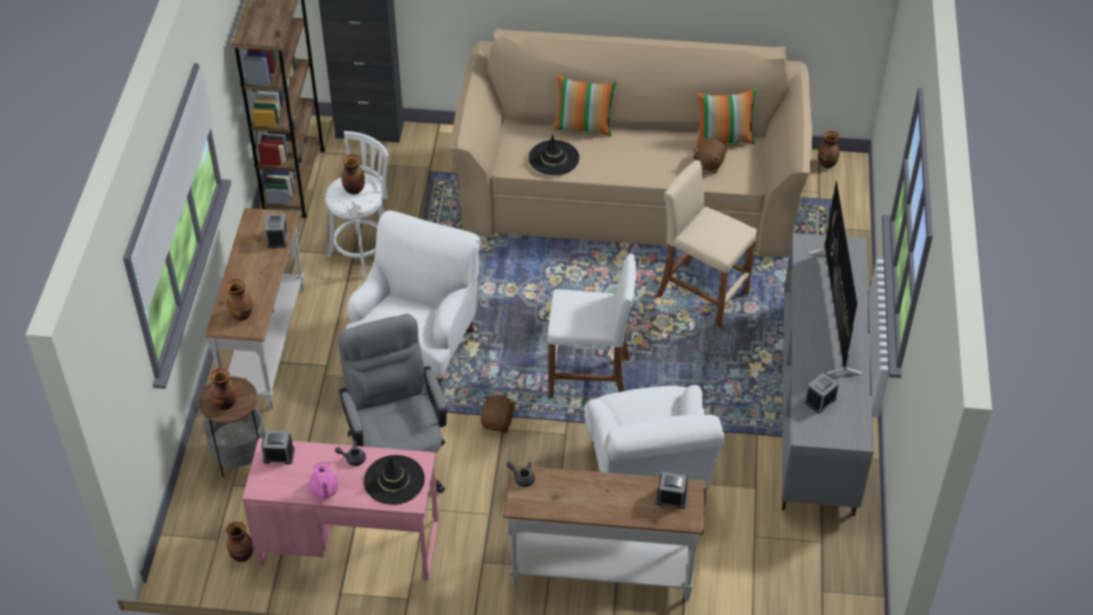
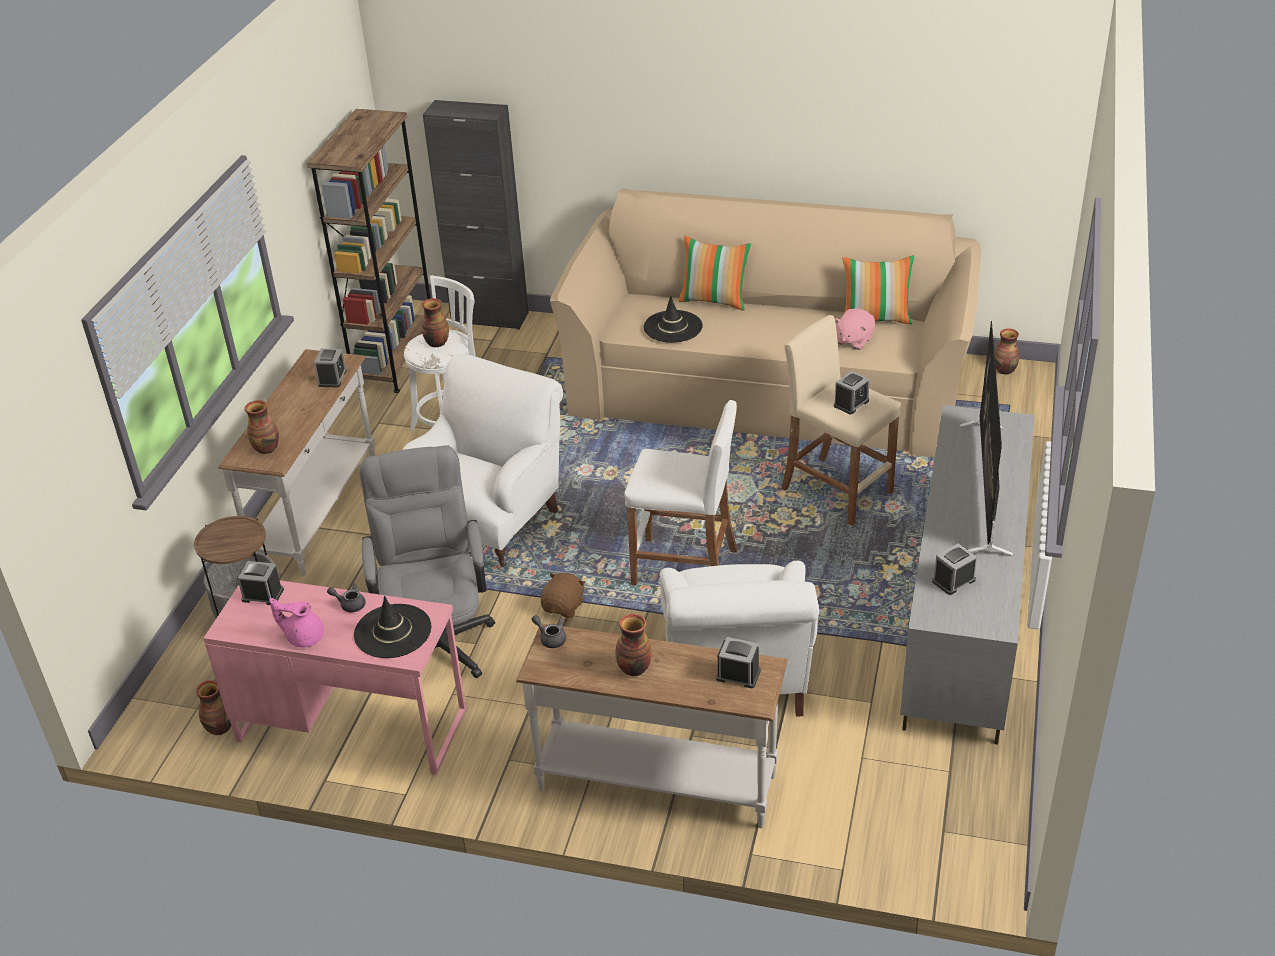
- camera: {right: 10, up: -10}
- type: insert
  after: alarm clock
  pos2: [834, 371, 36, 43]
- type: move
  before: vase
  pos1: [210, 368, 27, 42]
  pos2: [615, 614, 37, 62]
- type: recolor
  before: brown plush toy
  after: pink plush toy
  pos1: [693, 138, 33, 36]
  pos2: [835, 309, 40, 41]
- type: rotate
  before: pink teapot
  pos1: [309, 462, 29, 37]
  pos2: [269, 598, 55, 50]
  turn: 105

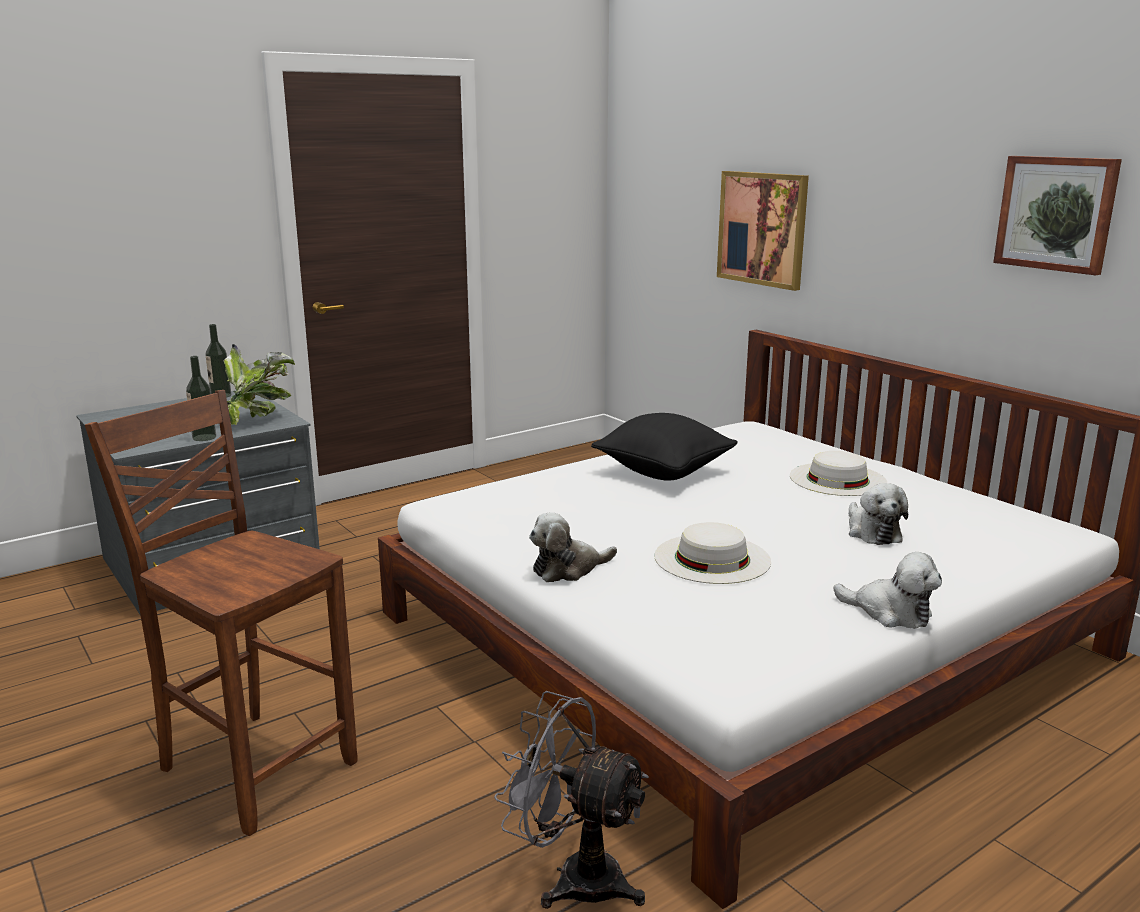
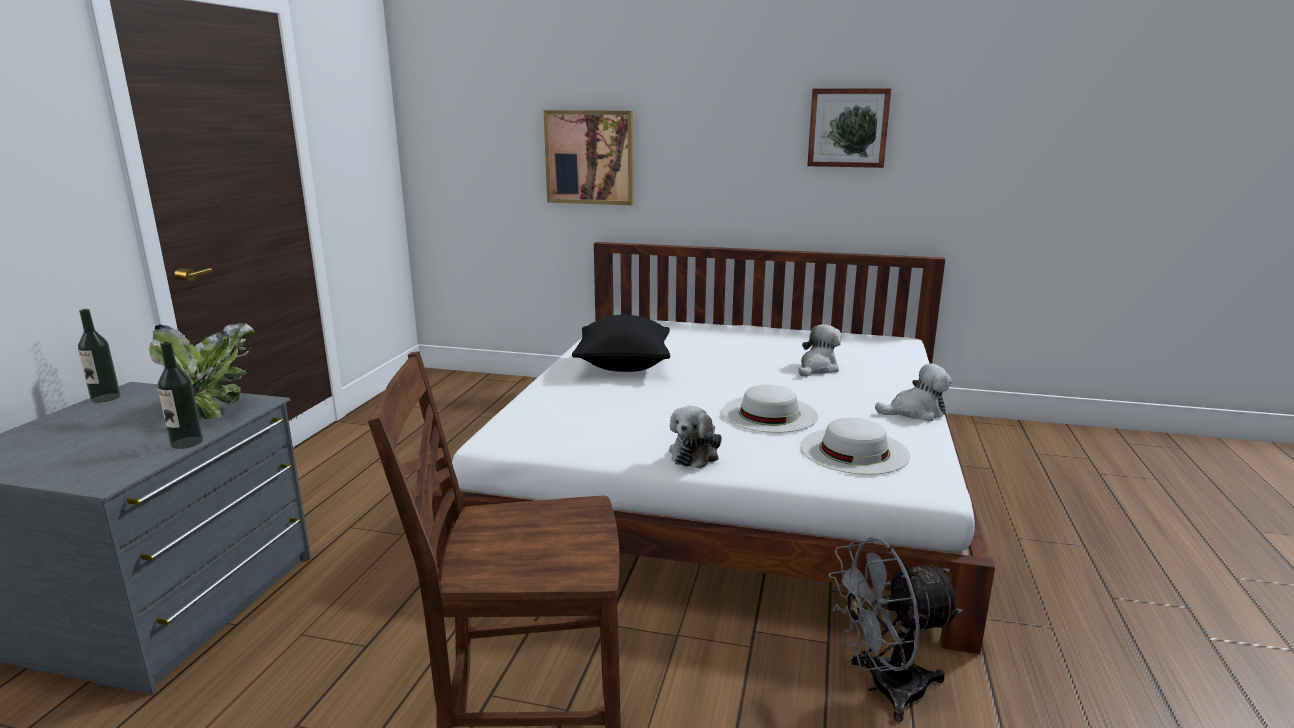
- camera: {right: -40, up: 0}
- type: move
  before: white hat
  pos1: [790, 451, 97, 45]
  pos2: [801, 418, 109, 57]
- type: rotate
  before: plush toy
  pos1: [849, 483, 59, 62]
  pos2: [799, 324, 43, 53]
  turn: -90

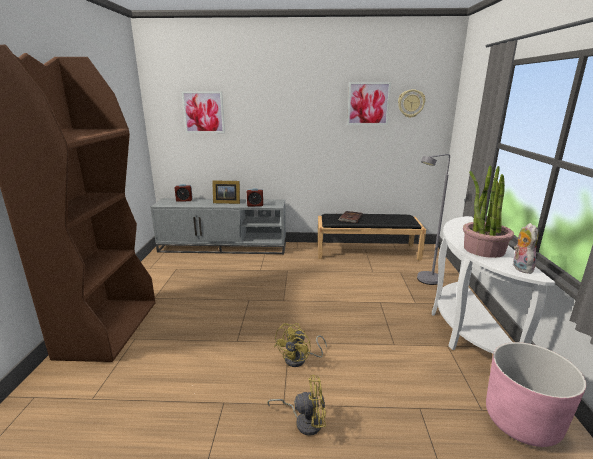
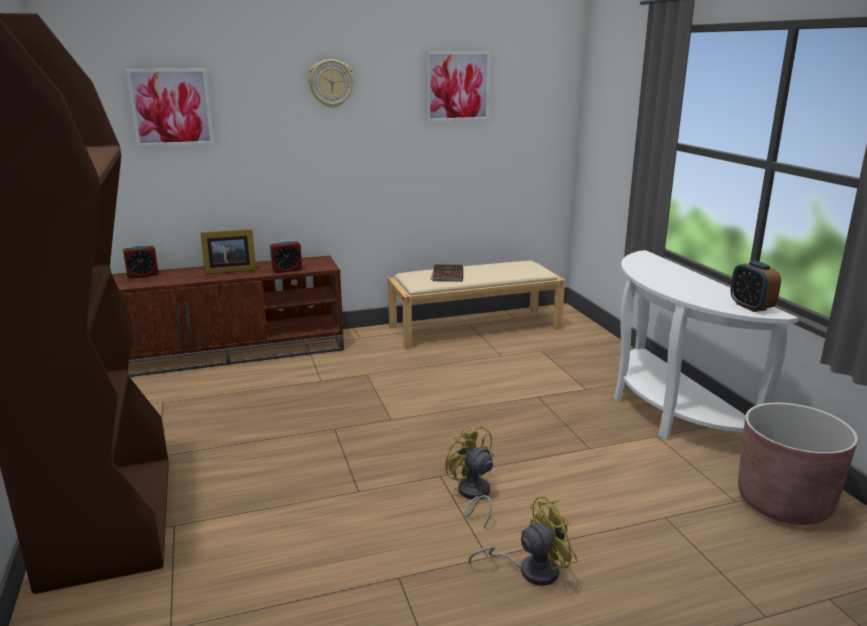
- camera: {right: -20, up: 0}
- type: delete
  before: grey floor lamp
  pos1: [417, 154, 33, 131]
- type: delete
  before: potted plant
  pos1: [463, 165, 51, 93]
- type: move
  before: wall clock
  pos1: [398, 89, 27, 29]
  pos2: [308, 59, 46, 49]
- type: replace
  before: plush toy
  after: alarm clock
  pos1: [513, 223, 25, 51]
  pos2: [731, 261, 50, 51]
- type: recolor
  before: grey tv stand
  after: brown tv stand
  pos1: [150, 198, 136, 56]
  pos2: [112, 255, 232, 122]
- type: recolor
  before: black bench
  after: beige bench
  pos1: [317, 214, 109, 46]
  pos2: [388, 261, 177, 88]
- type: recolor
  before: pink planter
  after: brown planter
  pos1: [486, 342, 100, 105]
  pos2: [738, 403, 120, 122]
- type: rotate
  before: yellow fan
  pos1: [274, 323, 53, 44]
  pos2: [445, 424, 49, 104]
  turn: 135

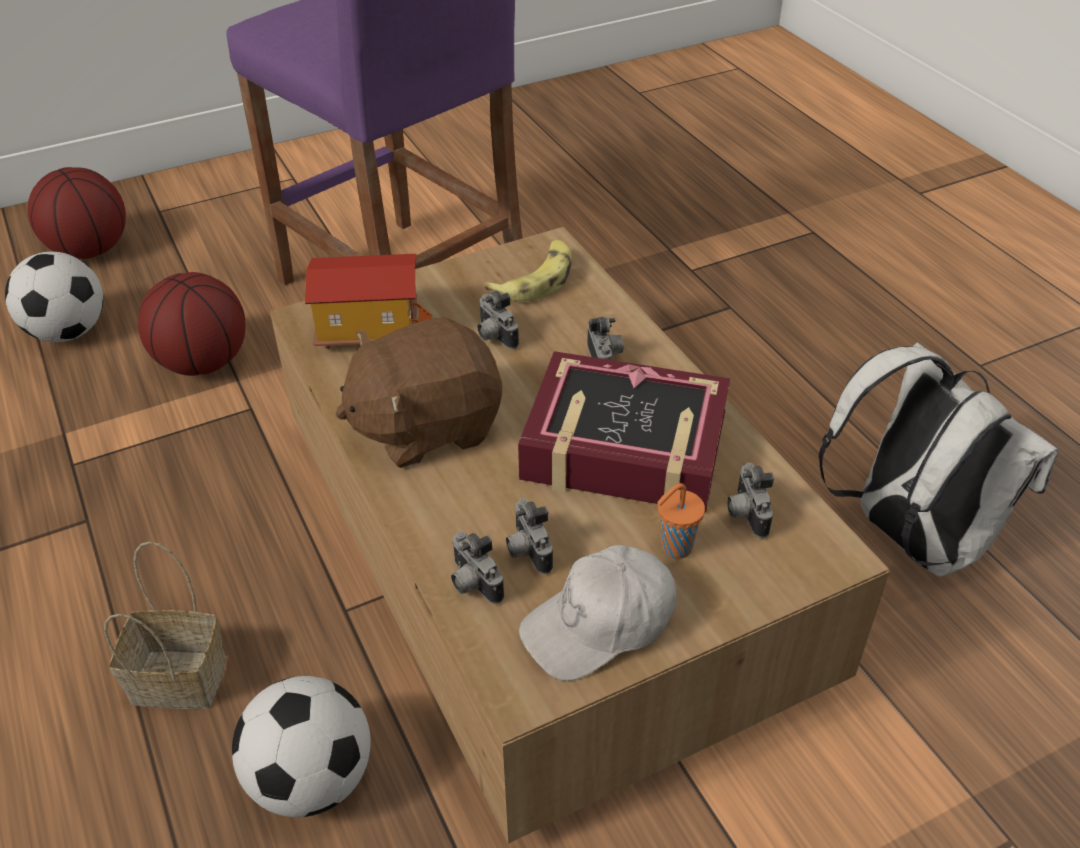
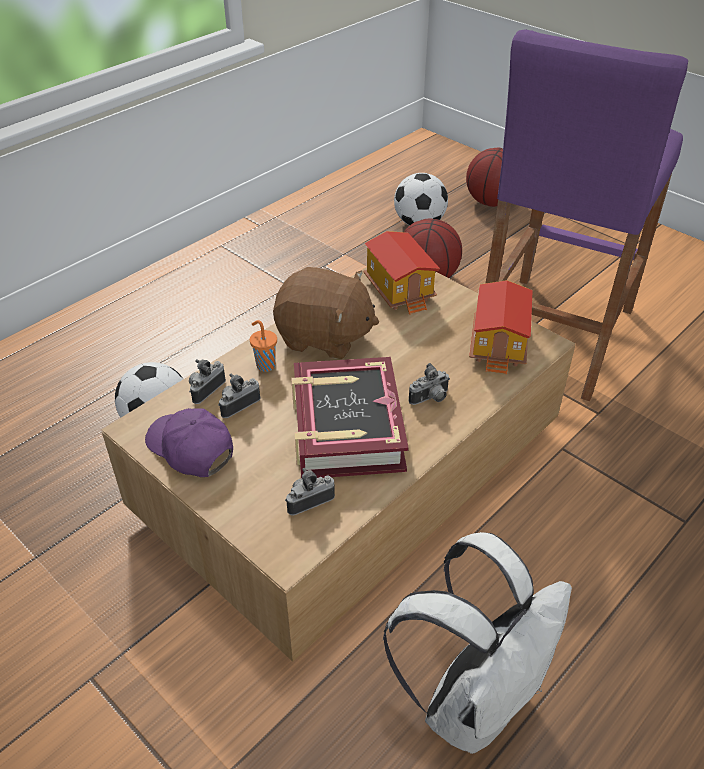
- camera: {right: 70, up: 0}
- type: delete
  before: basket
  pos1: [104, 541, 122, 168]
- type: delete
  before: photo camera
  pos1: [478, 290, 41, 59]
- type: move
  before: orange cup
  pos1: [657, 483, 48, 76]
  pos2: [250, 320, 27, 52]
- type: replace
  before: banana
  after: toy house
  pos1: [485, 240, 87, 61]
  pos2: [469, 280, 64, 95]
- type: recolor
  before: white cap
  after: purple cap
  pos1: [519, 545, 157, 136]
  pos2: [145, 408, 88, 69]
- type: rotate
  before: brown plush toy
  pos1: [335, 317, 167, 151]
  pos2: [273, 267, 106, 92]
  turn: 150

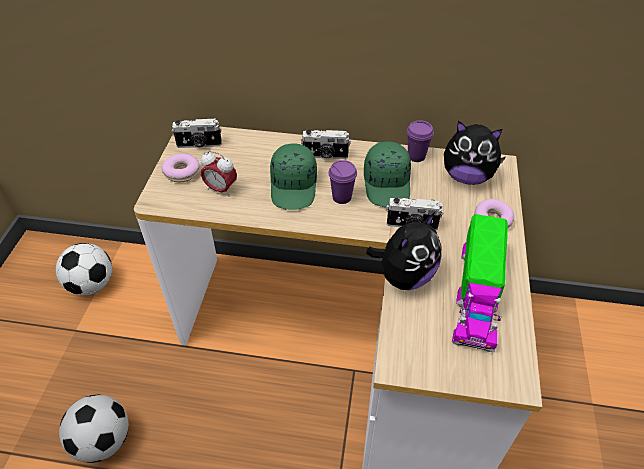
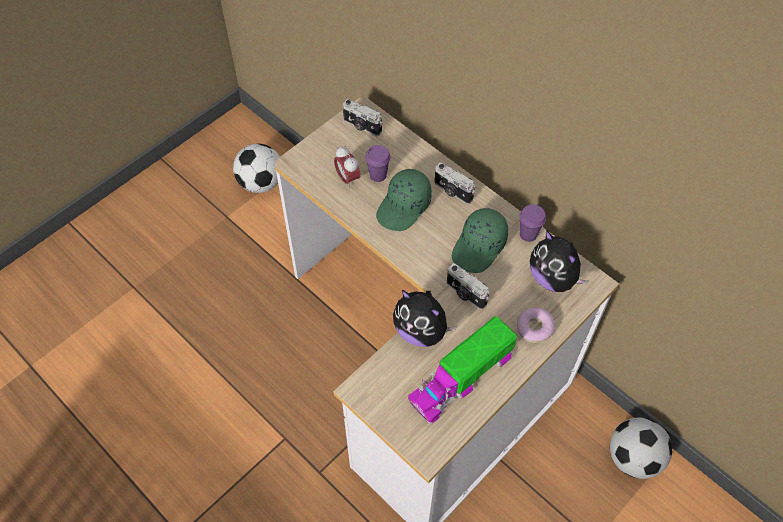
- camera: {right: 35, up: 10}
- type: delete
  before: donut
  pos1: [162, 153, 38, 29]
- type: move
  before: football
  pos1: [59, 395, 70, 68]
  pos2: [610, 417, 62, 62]
- type: move
  before: purple cup
  pos1: [328, 160, 29, 44]
  pos2: [365, 145, 26, 37]
- type: rotate
  before: plush toy
  pos1: [366, 212, 75, 78]
  pos2: [393, 290, 64, 57]
  turn: 45

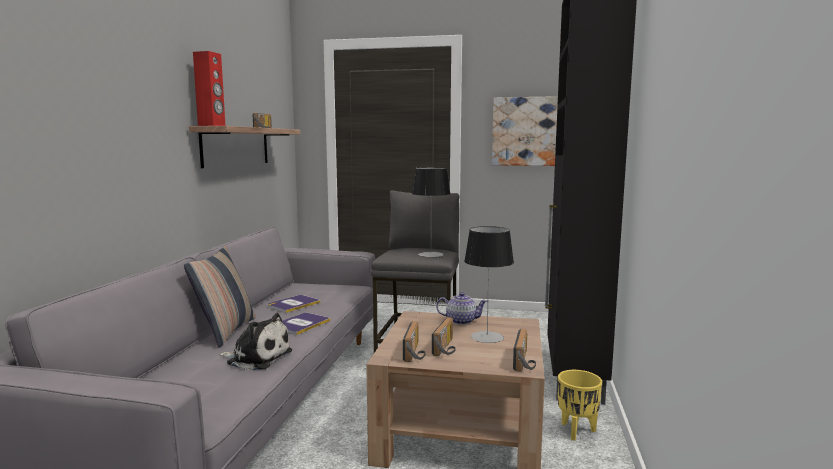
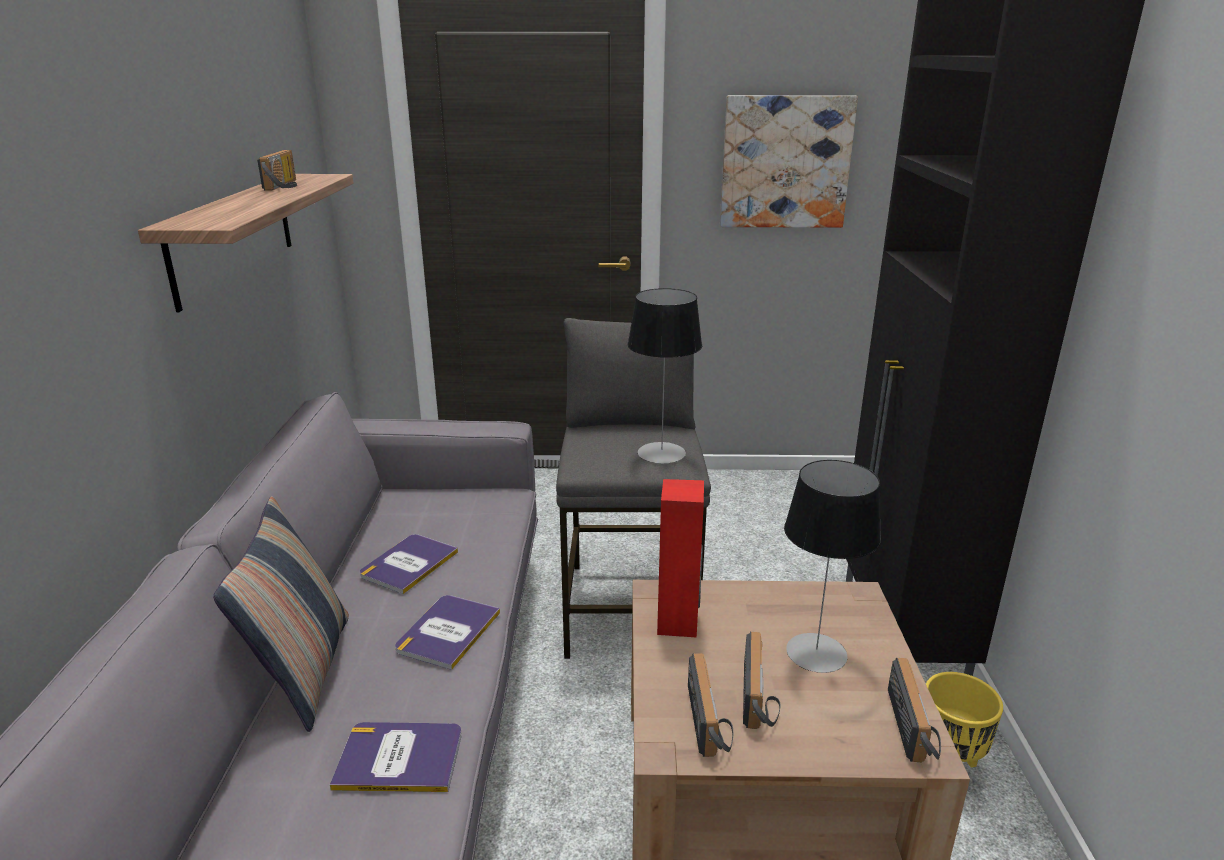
- camera: {right: -10, up: 15}
- type: delete
  before: teapot
  pos1: [436, 292, 52, 33]
- type: move
  before: red speaker
  pos1: [193, 51, 32, 75]
  pos2: [657, 479, 47, 158]
- type: replace
  before: plush toy
  after: book
  pos1: [218, 313, 74, 57]
  pos2: [330, 722, 132, 70]

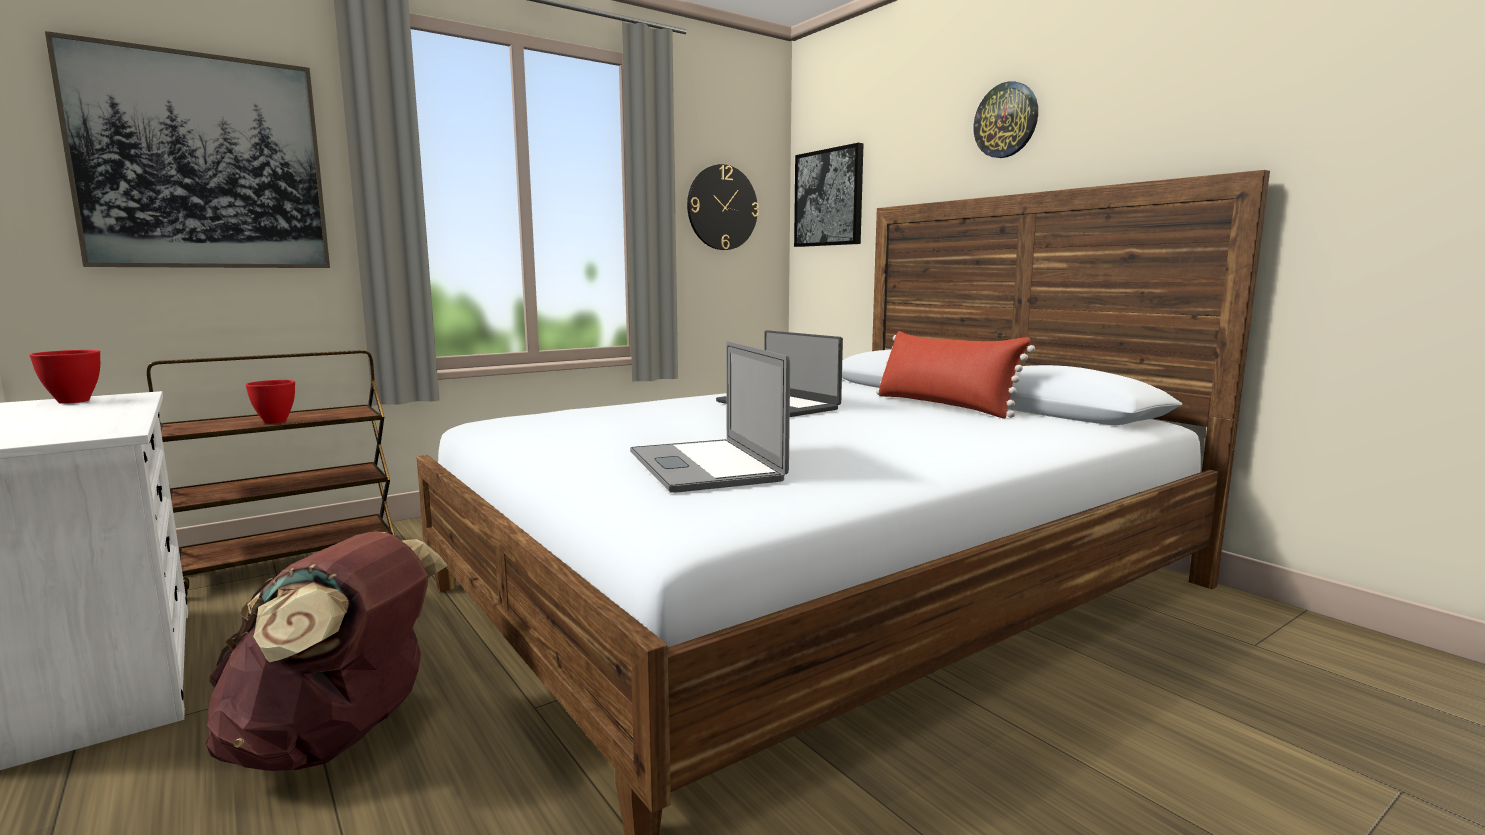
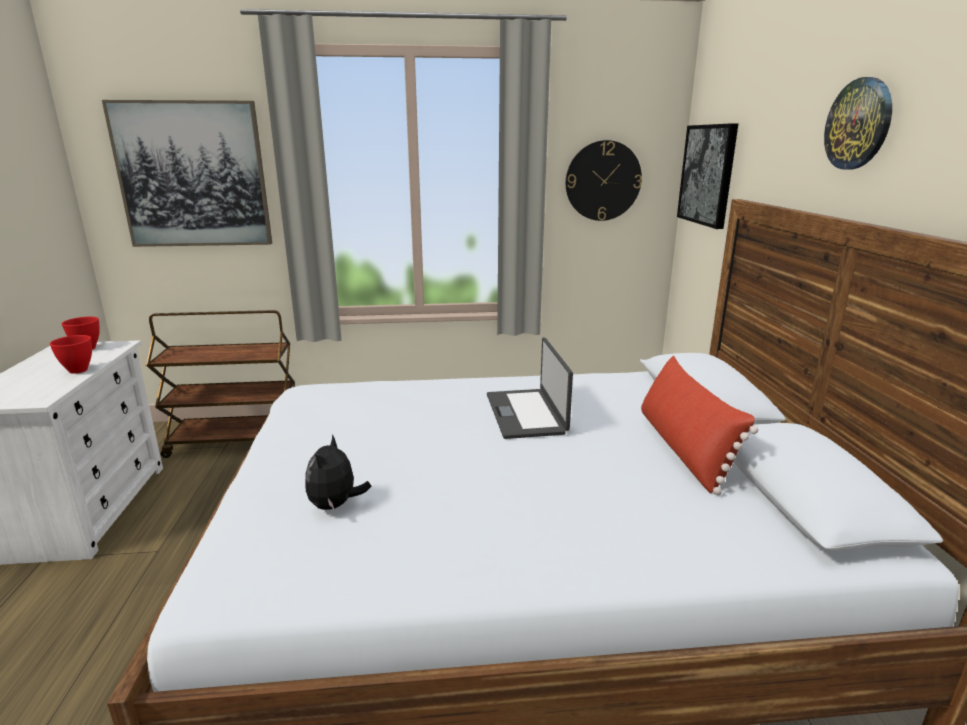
- camera: {right: 30, up: 10}
- type: delete
  before: brown backpack
  pos1: [206, 531, 242, 240]
- type: move
  before: red bowl
  pos1: [246, 380, 49, 44]
  pos2: [50, 335, 42, 39]
- type: replace
  before: laptop
  after: plush toy
  pos1: [630, 341, 160, 152]
  pos2: [305, 434, 66, 76]

